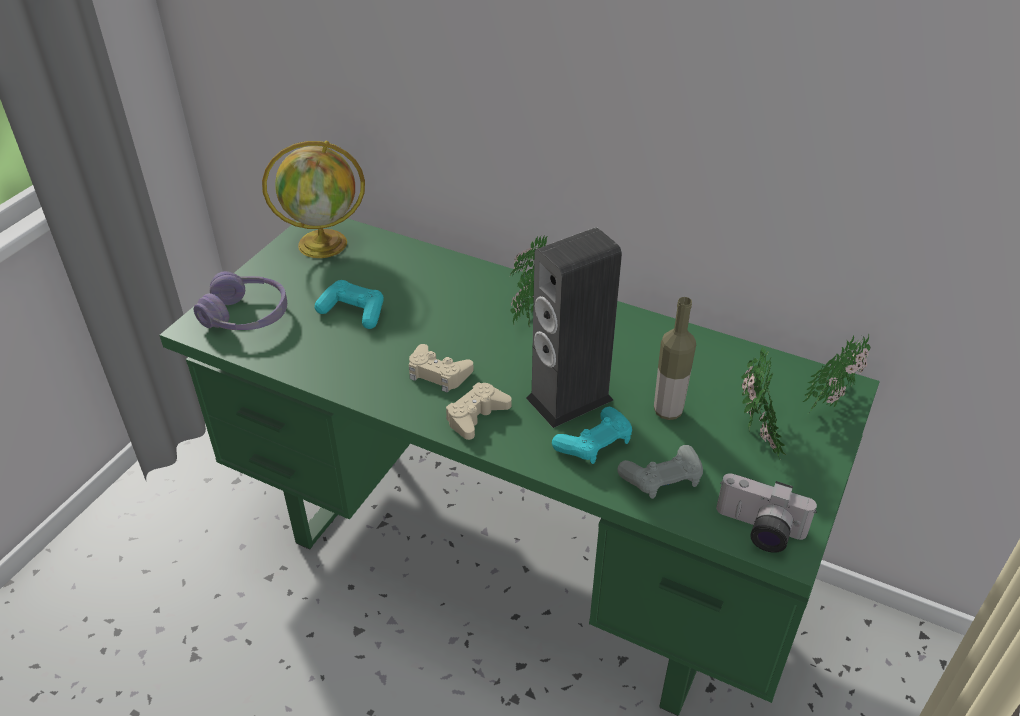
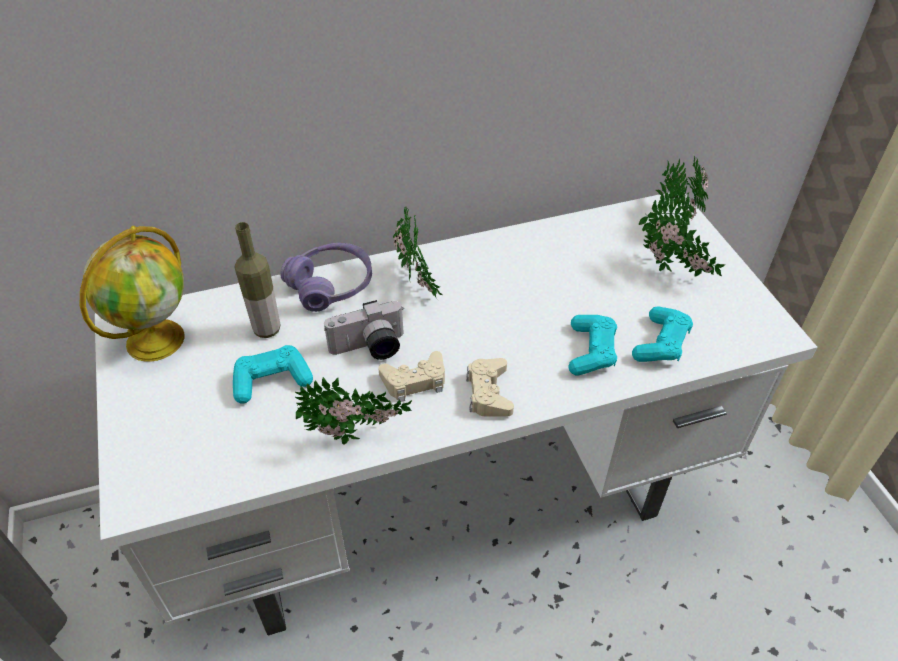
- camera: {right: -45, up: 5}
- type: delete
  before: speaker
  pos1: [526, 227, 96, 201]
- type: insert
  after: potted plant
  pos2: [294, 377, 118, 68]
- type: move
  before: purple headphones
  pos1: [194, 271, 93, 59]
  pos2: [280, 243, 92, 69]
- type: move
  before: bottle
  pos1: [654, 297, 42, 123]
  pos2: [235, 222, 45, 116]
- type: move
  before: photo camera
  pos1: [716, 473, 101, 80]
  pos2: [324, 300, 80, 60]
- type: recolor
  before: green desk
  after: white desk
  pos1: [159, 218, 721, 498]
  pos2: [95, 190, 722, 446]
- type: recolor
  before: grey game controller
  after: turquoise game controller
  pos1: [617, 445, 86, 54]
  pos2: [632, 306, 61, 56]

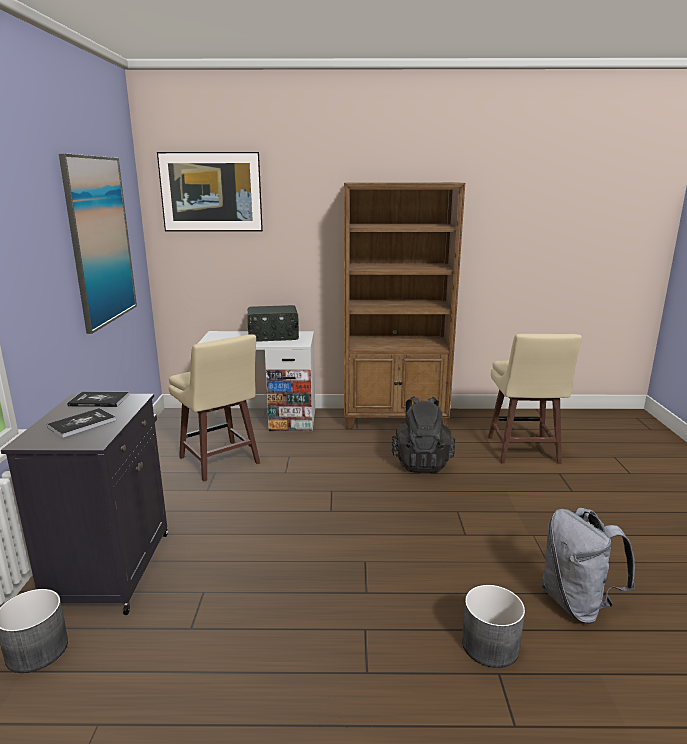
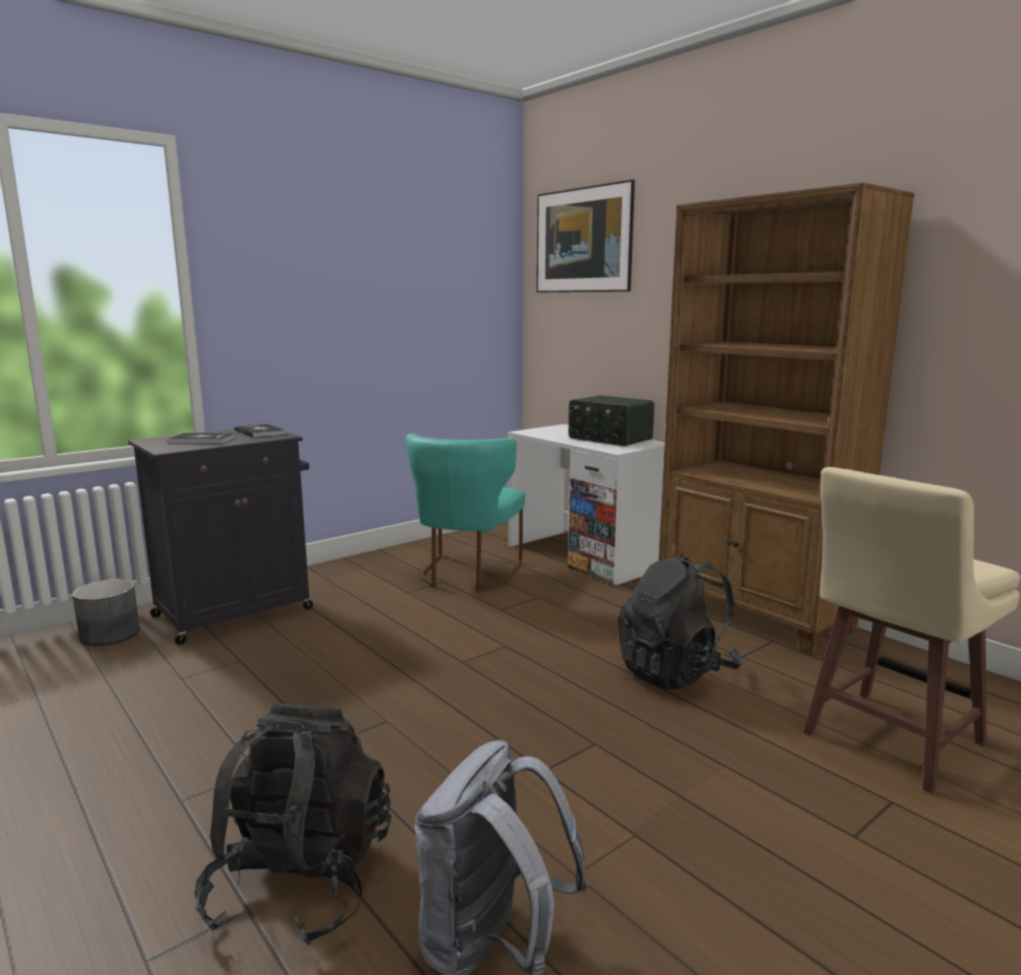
- camera: {right: 50, up: -5}
- type: delete
  before: picture
  pos1: [59, 153, 78, 181]
- type: replace
  before: beige stool
  after: turquoise chair
  pos1: [169, 334, 91, 148]
  pos2: [405, 434, 120, 157]
- type: replace
  before: grey planter
  after: black backpack
  pos1: [462, 585, 63, 83]
  pos2: [195, 703, 196, 243]

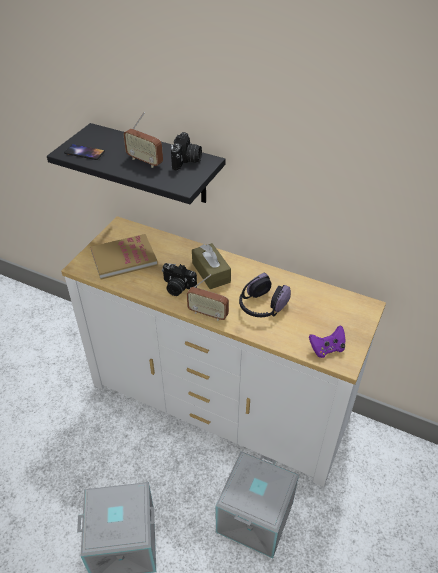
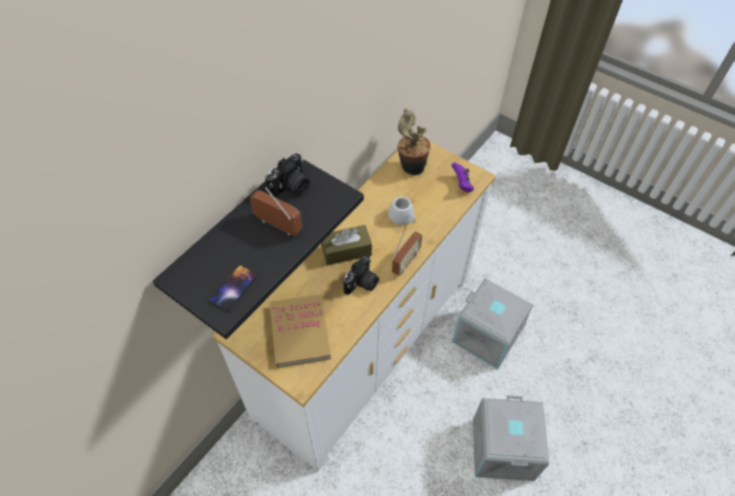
- camera: {right: -80, up: 10}
- type: insert
  after: potted plant
  pos2: [397, 108, 34, 68]
- type: replace
  before: headphones
  after: white mug
  pos1: [239, 273, 52, 44]
  pos2: [388, 197, 28, 28]
- type: rotate
  before: radio
  pos1: [123, 112, 40, 56]
  pos2: [250, 187, 52, 49]
  turn: -105
- type: rotate
  before: photo camera
  pos1: [171, 132, 31, 38]
  pos2: [265, 153, 45, 44]
  turn: 105

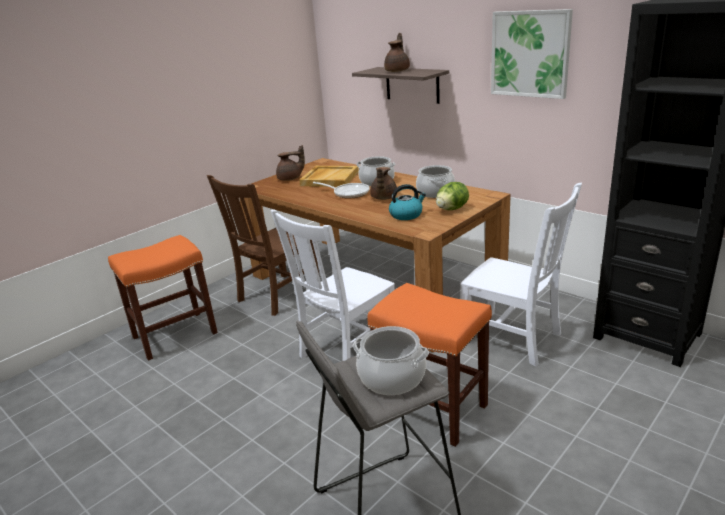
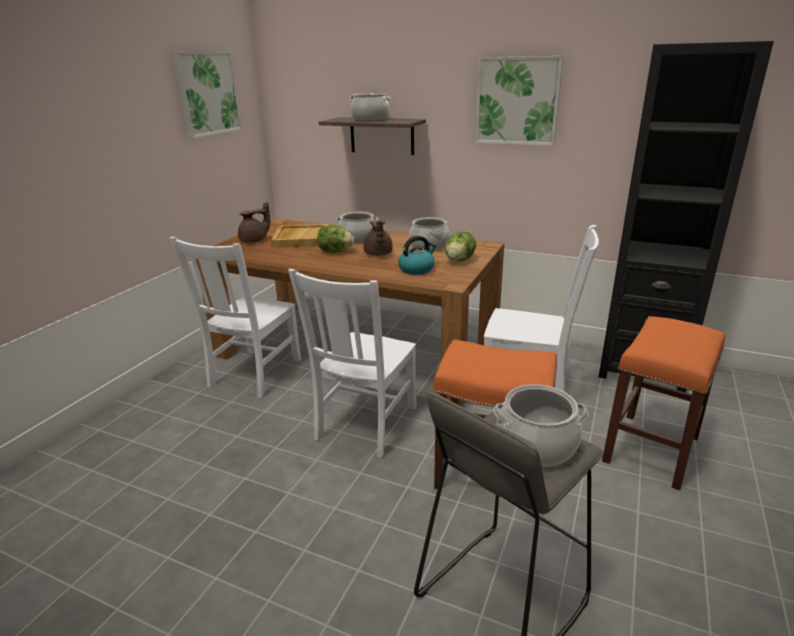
- camera: {right: -20, up: 0}
- type: insert
  after: picture
  pos2: [173, 51, 70, 88]
- type: move
  before: orange stool
  pos1: [108, 235, 110, 126]
  pos2: [602, 316, 124, 174]
- type: replace
  before: frying pan
  after: lettuce
  pos1: [313, 182, 57, 16]
  pos2: [317, 225, 37, 28]
- type: replace
  before: brown teapot
  after: cooking pot
  pos1: [384, 33, 26, 39]
  pos2: [349, 93, 42, 28]
- type: recolor
  before: brown chair
  after: white chair
  pos1: [207, 175, 112, 141]
  pos2: [169, 237, 132, 161]

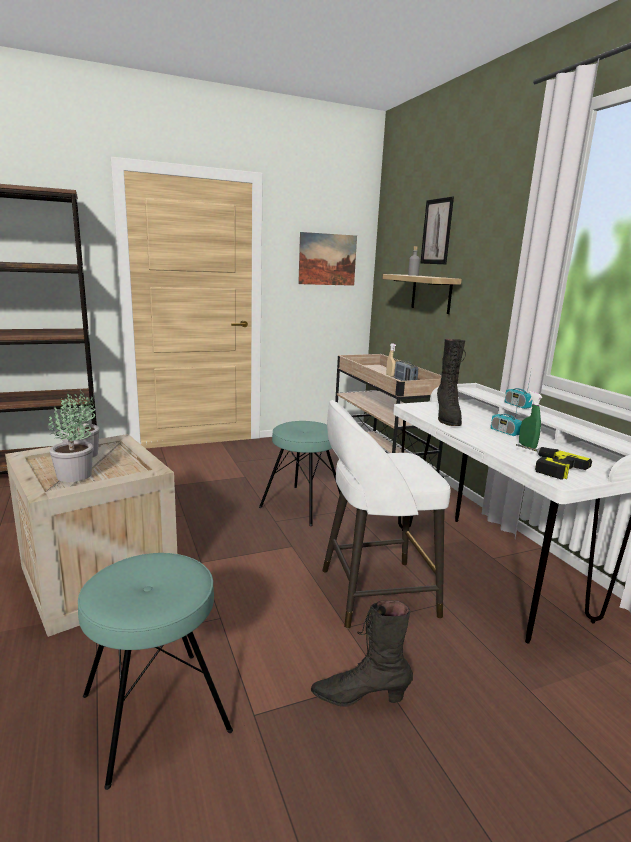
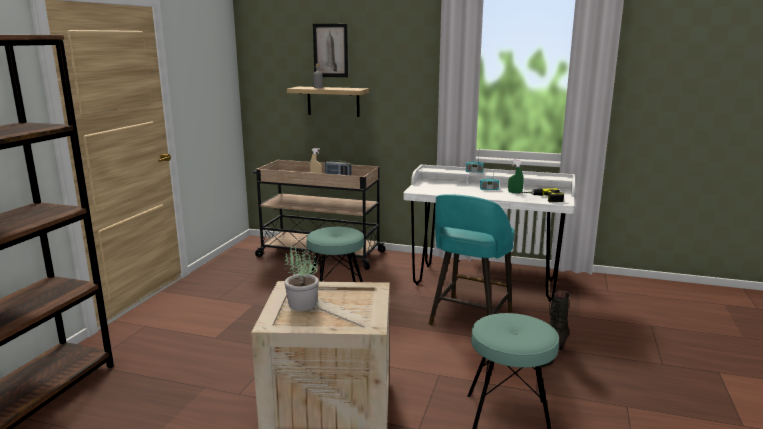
- camera: {right: -50, up: 0}
- type: delete
  before: potted plant
  pos1: [48, 407, 45, 75]
- type: delete
  before: picture
  pos1: [298, 232, 59, 54]
- type: delete
  before: black boot
  pos1: [437, 339, 29, 87]
- type: recolor
  before: white stool
  after: turquoise stool
  pos1: [322, 400, 128, 229]
  pos2: [429, 194, 85, 131]

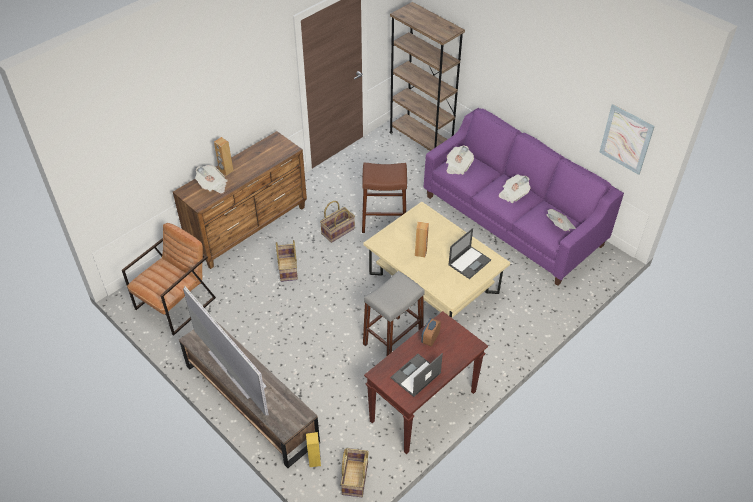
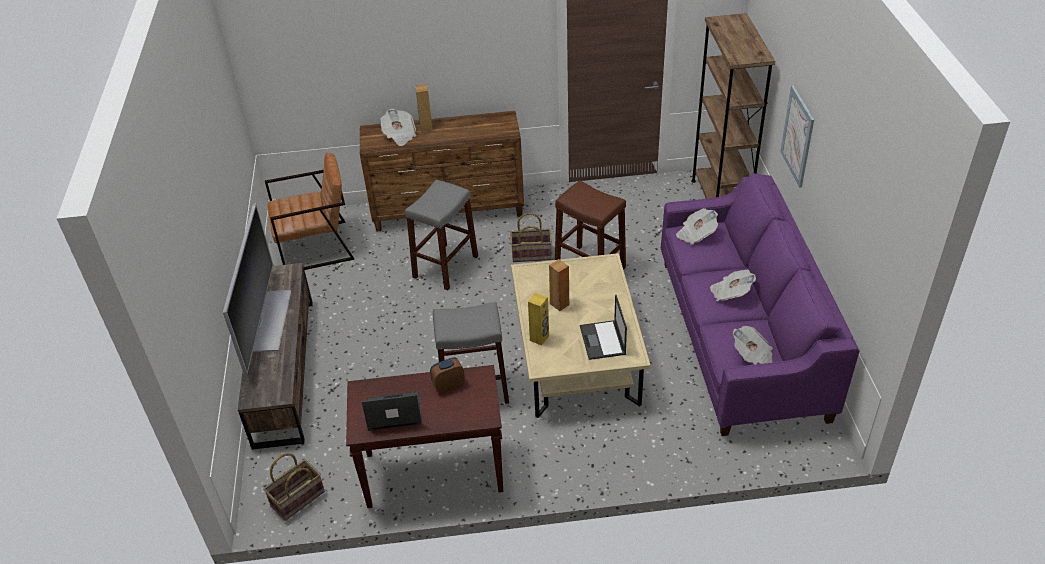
- camera: {right: 40, up: -5}
- type: move
  before: yellow speaker
  pos1: [306, 432, 15, 35]
  pos2: [528, 293, 21, 52]
- type: move
  before: picture
  pos1: [599, 104, 56, 71]
  pos2: [780, 85, 34, 103]
- type: replace
  before: basket
  after: grey stool
  pos1: [276, 240, 22, 42]
  pos2: [405, 180, 73, 110]
- type: rotate
  before: laptop
  pos1: [448, 228, 43, 51]
  pos2: [580, 294, 47, 66]
  turn: 90

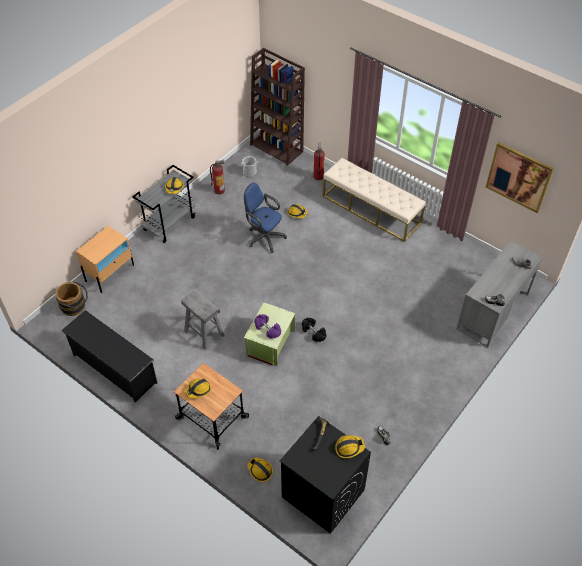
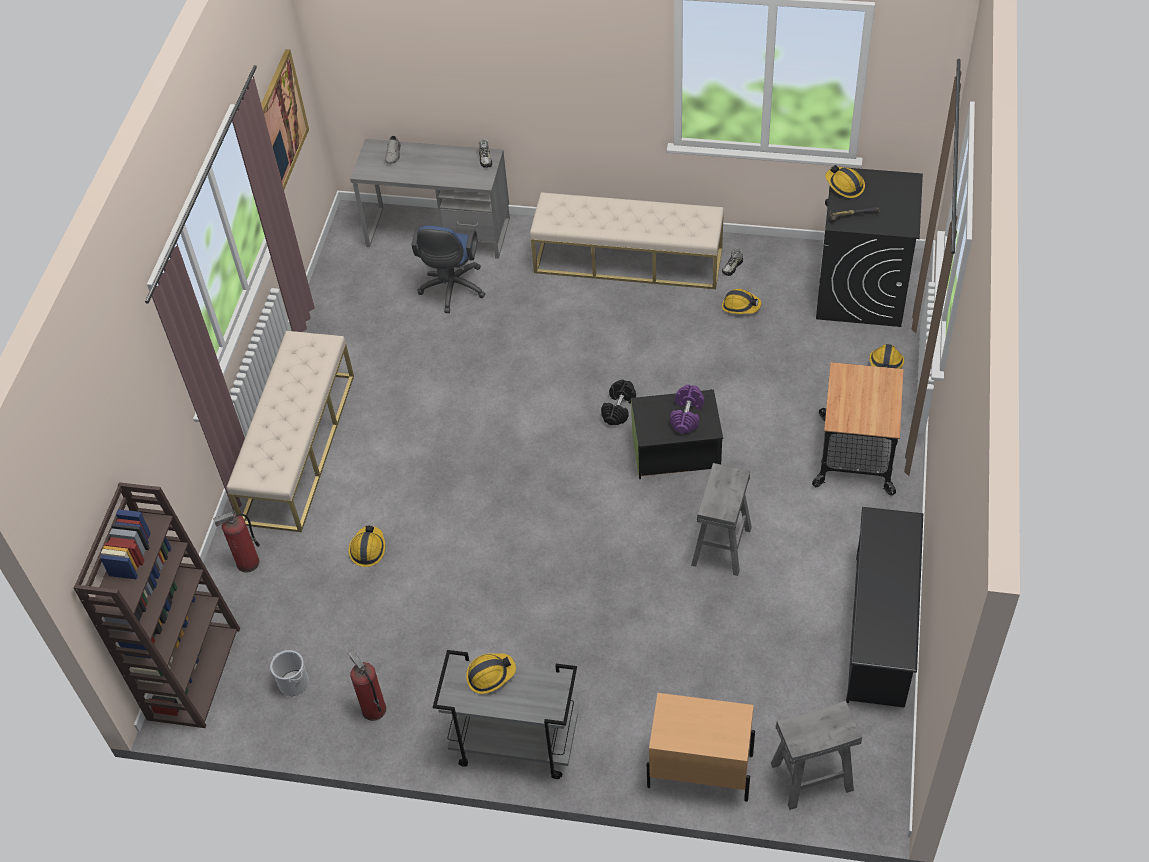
- camera: {right: -115, up: 0}
- type: insert
  after: beige bench
  pos2: [530, 192, 194, 97]
- type: move
  before: hard hat
  pos1: [185, 378, 27, 21]
  pos2: [722, 289, 40, 25]
- type: move
  before: blue office chair
  pos1: [244, 183, 43, 70]
  pos2: [412, 226, 74, 87]
- type: replace
  before: brown bucket
  after: grey stool
  pos1: [55, 282, 33, 34]
  pos2: [771, 701, 91, 109]
- type: recolor
  before: green storage box
  after: black storage box
  pos1: [244, 303, 52, 63]
  pos2: [631, 389, 92, 90]

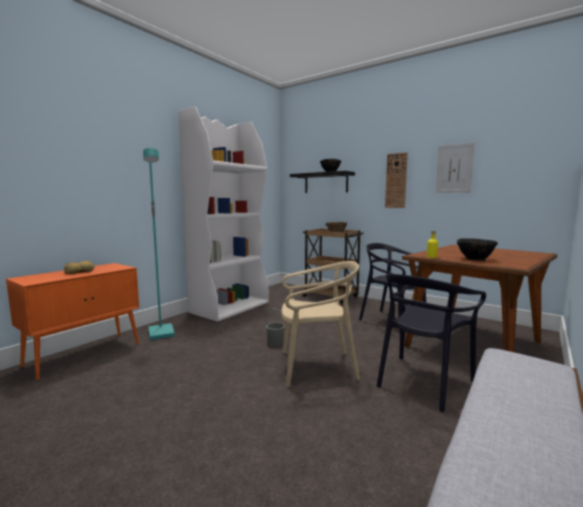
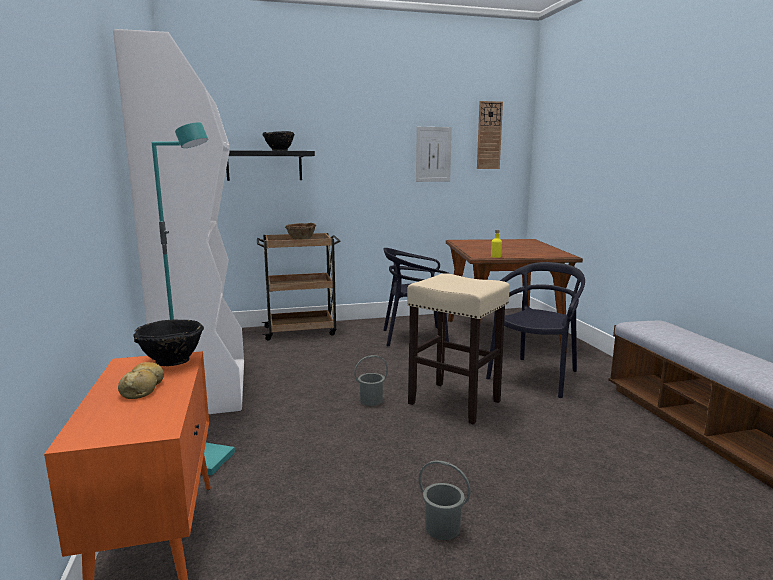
- camera: {right: -50, up: 5}
- type: insert
  after: grey bucket
  pos2: [419, 461, 52, 79]
- type: move
  before: wall clock
  pos1: [385, 152, 23, 56]
  pos2: [477, 101, 26, 68]
- type: move
  before: black bowl
  pos1: [457, 238, 41, 23]
  pos2: [133, 320, 71, 46]
- type: replace
  before: beige chair
  after: beige stool
  pos1: [281, 261, 79, 126]
  pos2: [407, 273, 103, 152]
- type: rotate
  before: black chair
  pos1: [377, 274, 109, 138]
  pos2: [486, 262, 99, 136]
  turn: -135

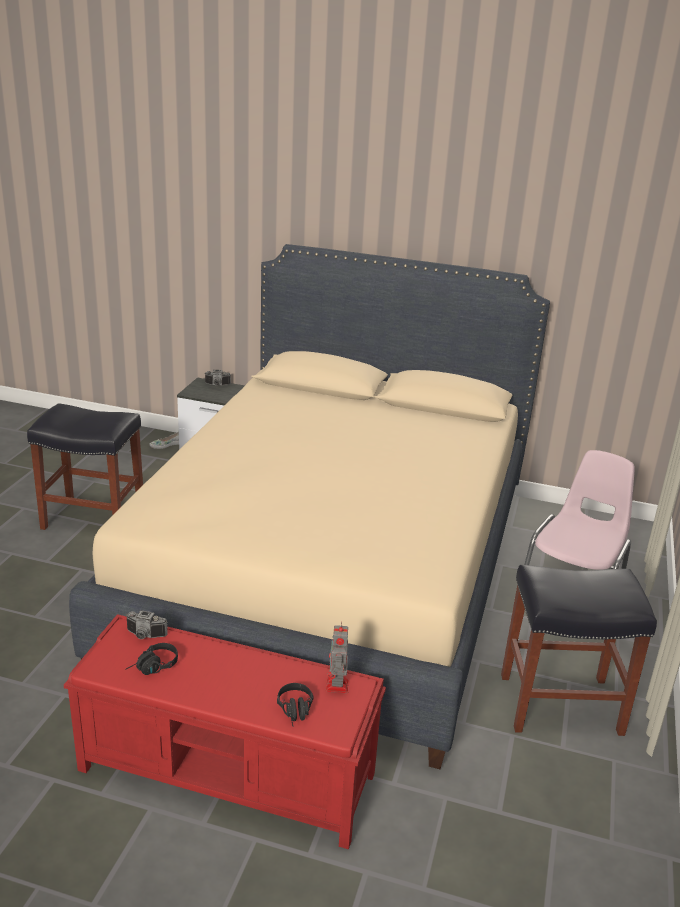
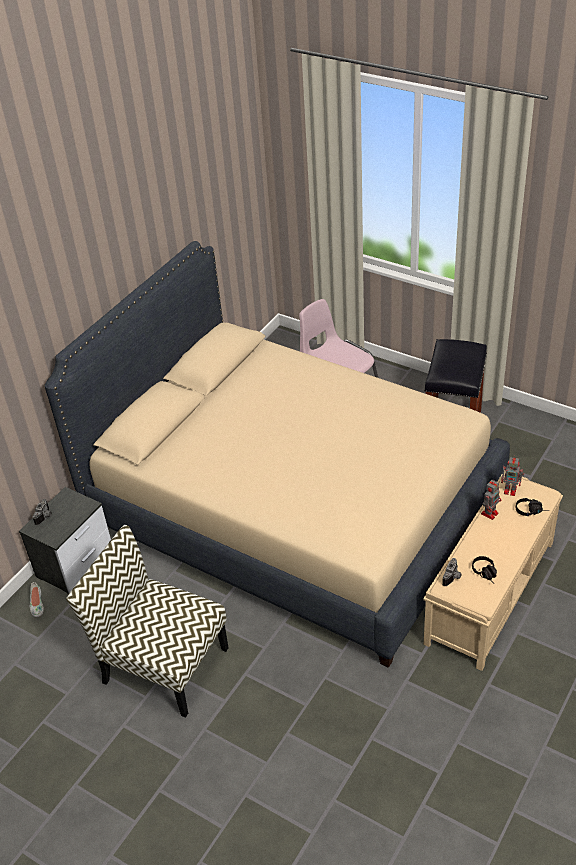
- camera: {right: -70, up: 15}
- type: insert
  after: toy robot
  pos2: [481, 479, 21, 41]
- type: replace
  before: black stool
  after: chair
  pos1: [27, 403, 116, 127]
  pos2: [66, 525, 163, 193]
- type: recolor
  before: red bench
  after: beige bench
  pos1: [64, 614, 322, 235]
  pos2: [423, 470, 140, 201]

